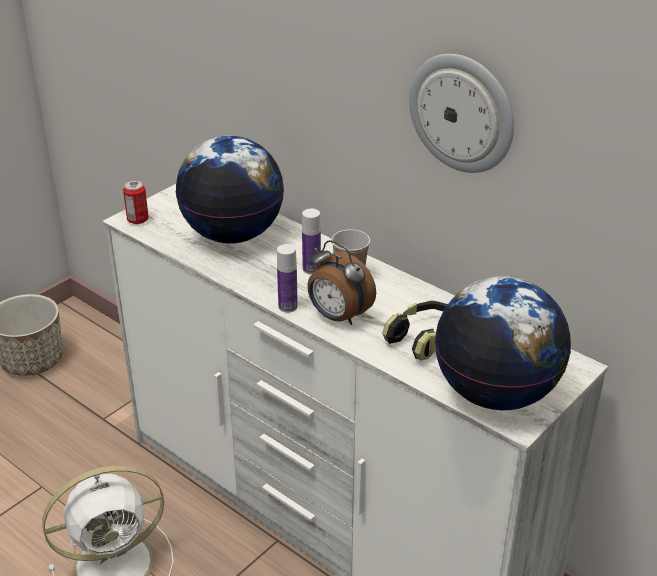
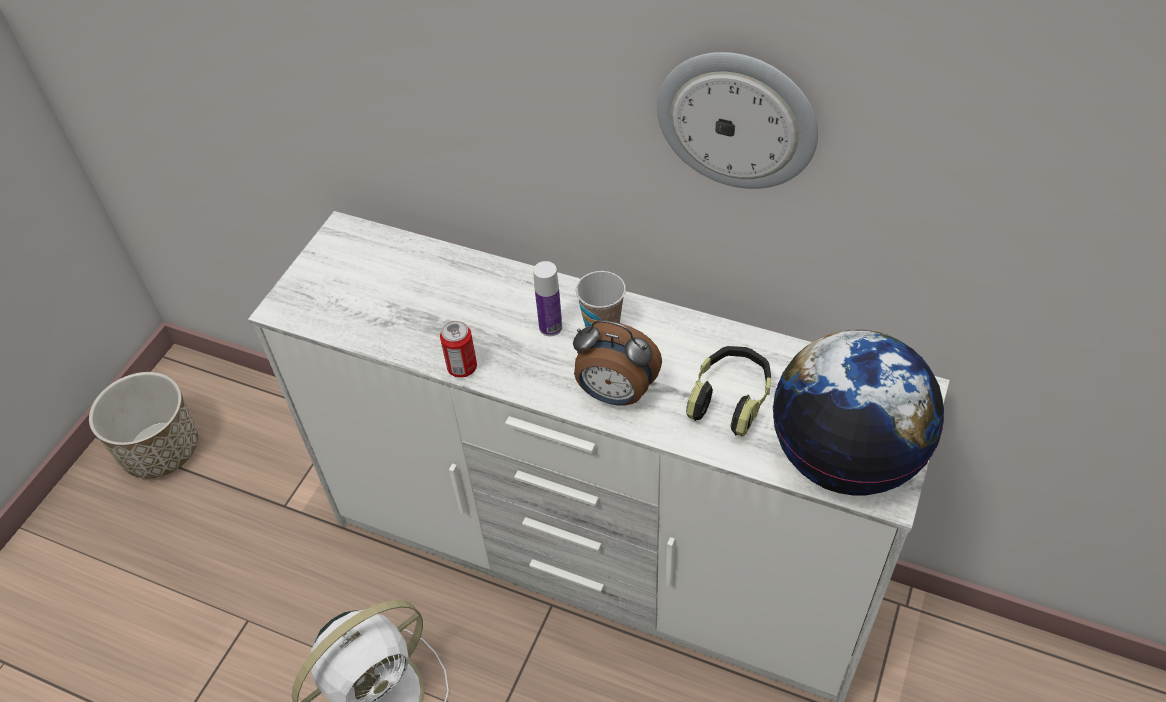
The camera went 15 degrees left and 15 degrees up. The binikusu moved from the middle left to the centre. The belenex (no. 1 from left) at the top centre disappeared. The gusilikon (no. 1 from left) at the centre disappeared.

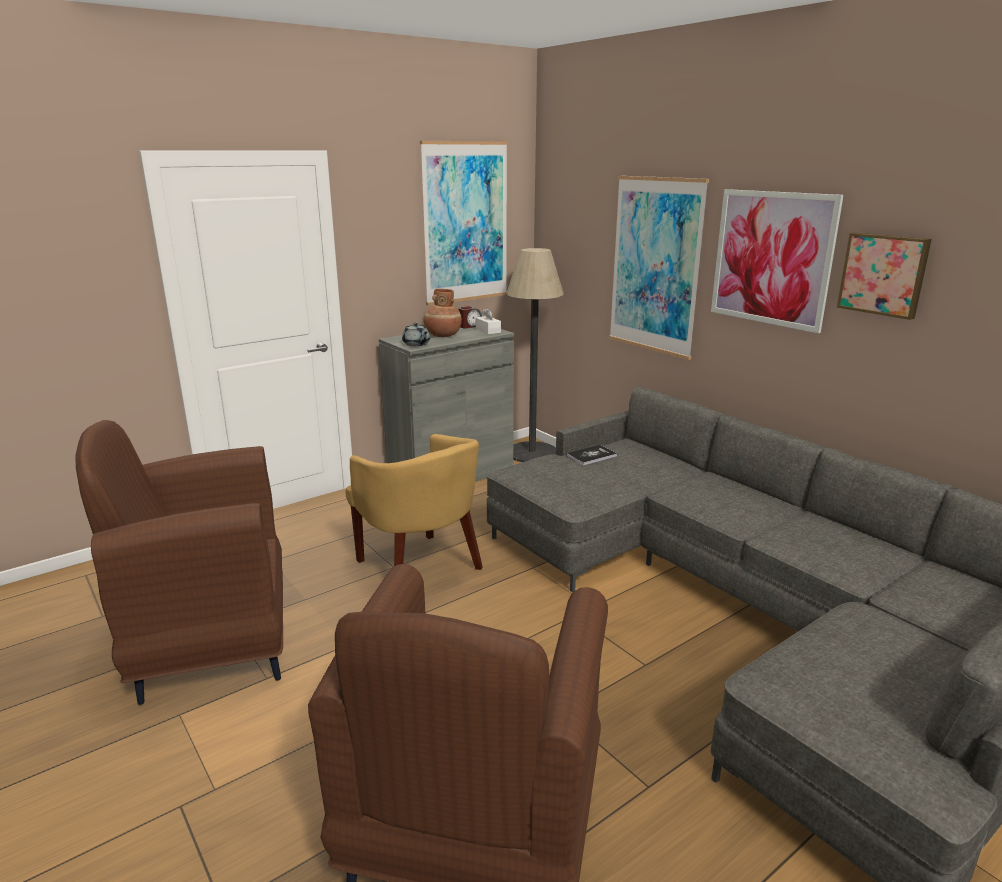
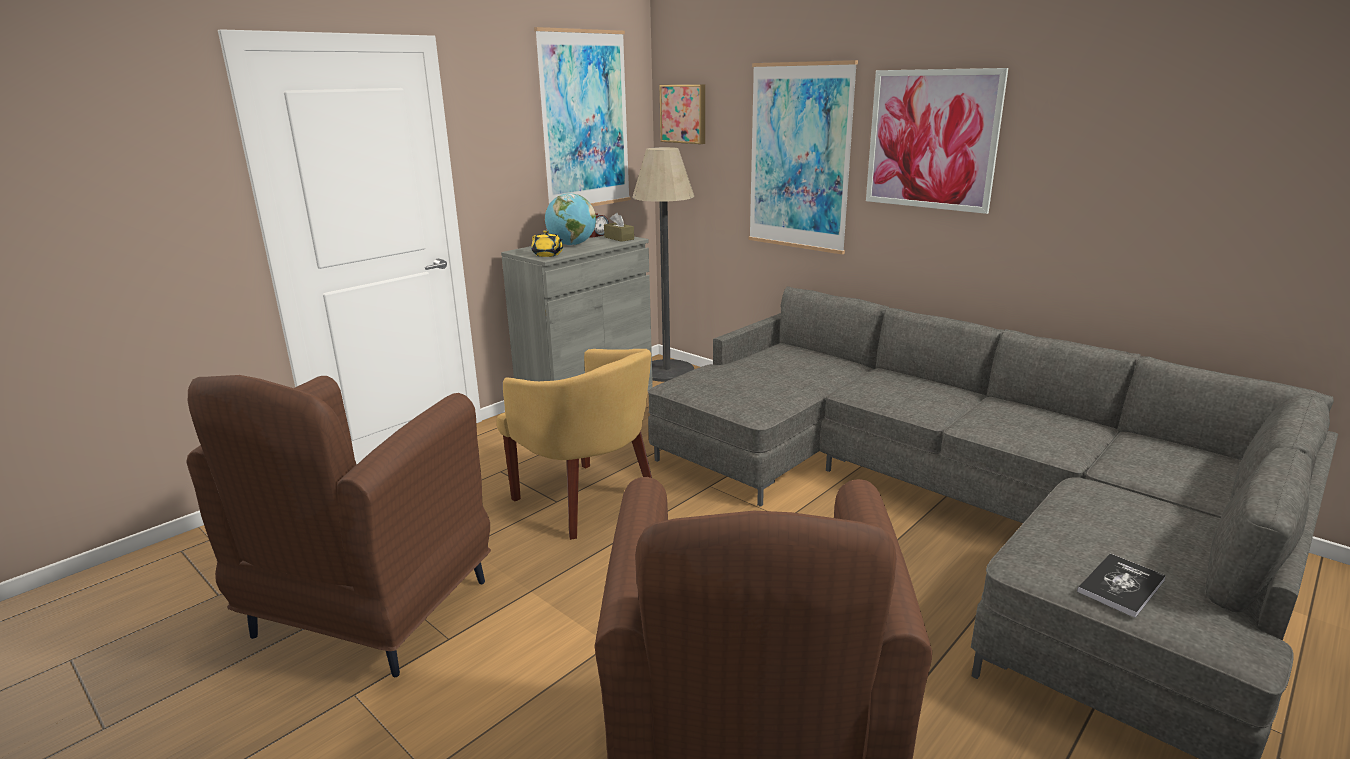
The camera went 10 degrees left and 0 degrees up. The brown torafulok (no. 1 from left) at the middle left turned 45 degrees counterclockwise. The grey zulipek at the centre became the yellow zulipek at the top centre. The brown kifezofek at the centre was replaced by the belenex at the top centre. The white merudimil at the centre became the brown merudimil at the top centre. The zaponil (no. 4 from left in the first image) moved from the top right to the top centre. The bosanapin moved from the centre to the bottom right.

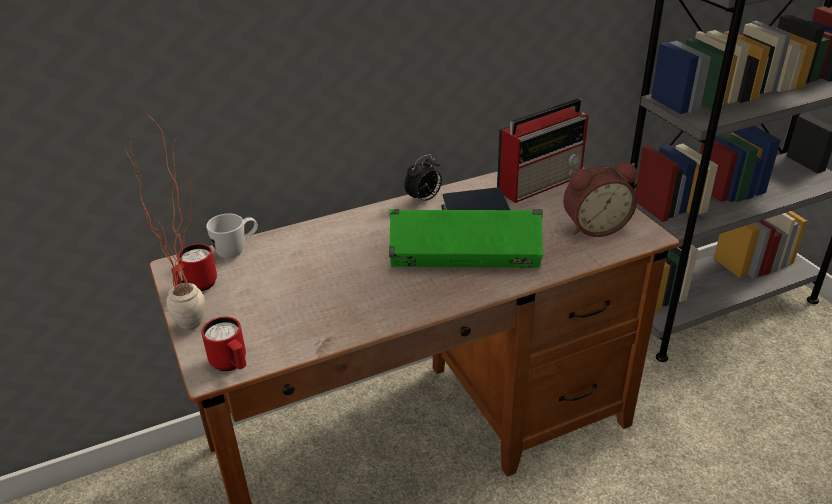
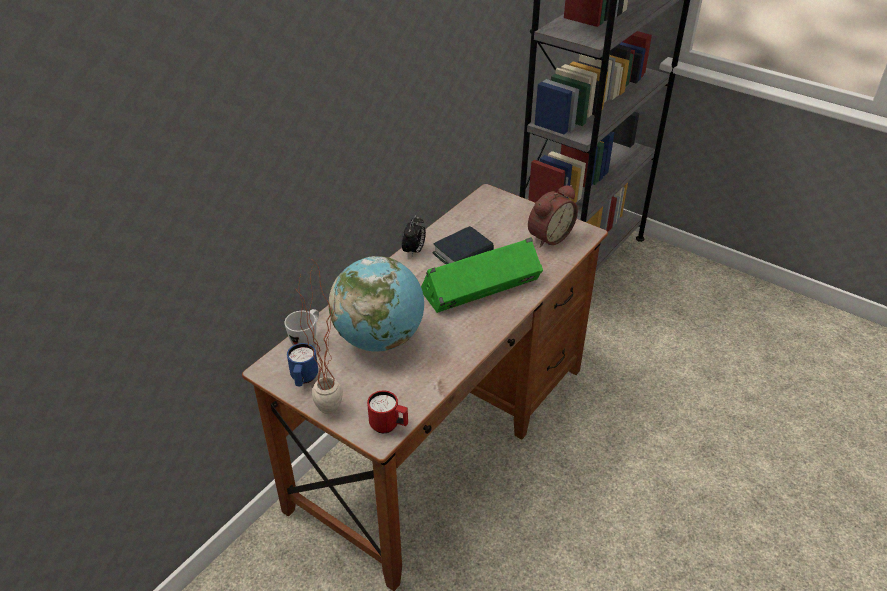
The camera went 30 degrees left and 5 degrees up. The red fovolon (no. 1 from left) at the middle left became the blue fovolon at the centre. The belenex at the centre appeared. The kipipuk at the top centre disappeared.

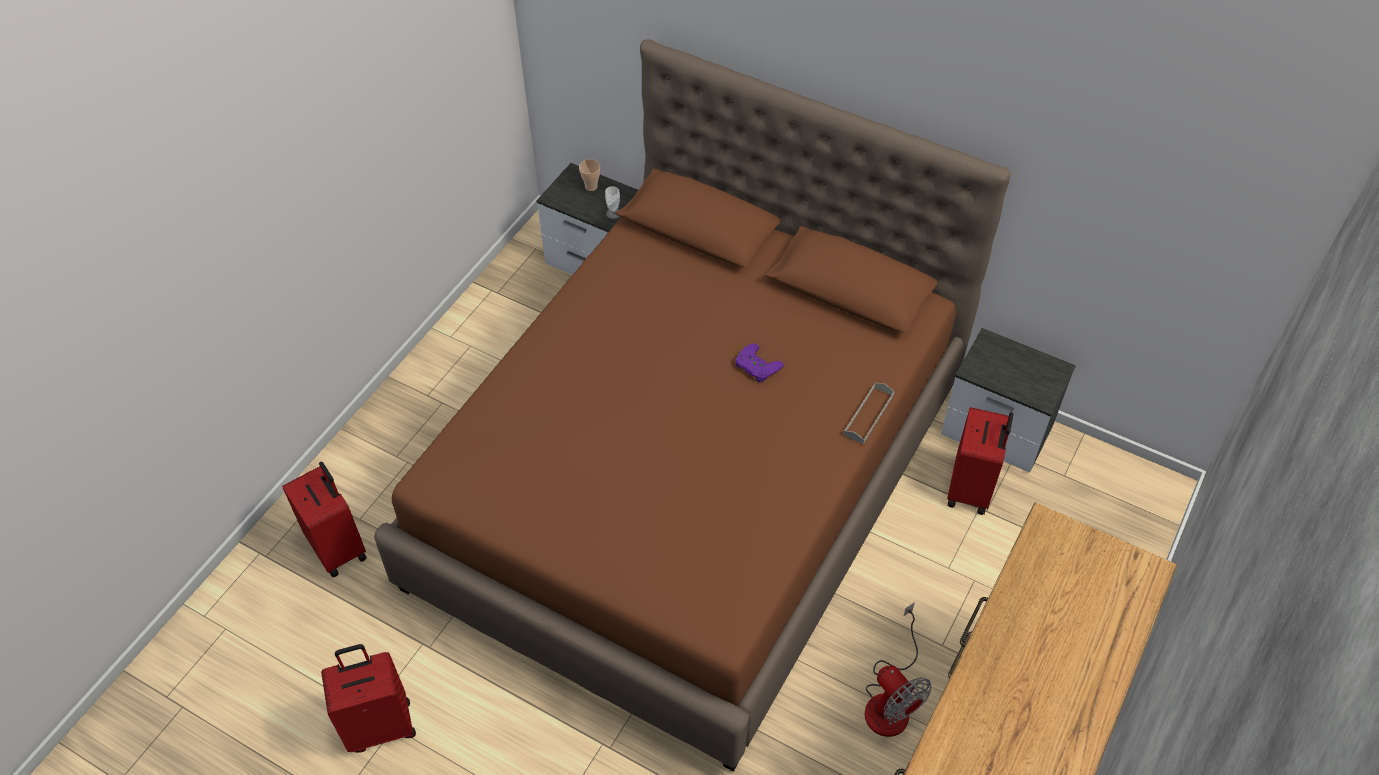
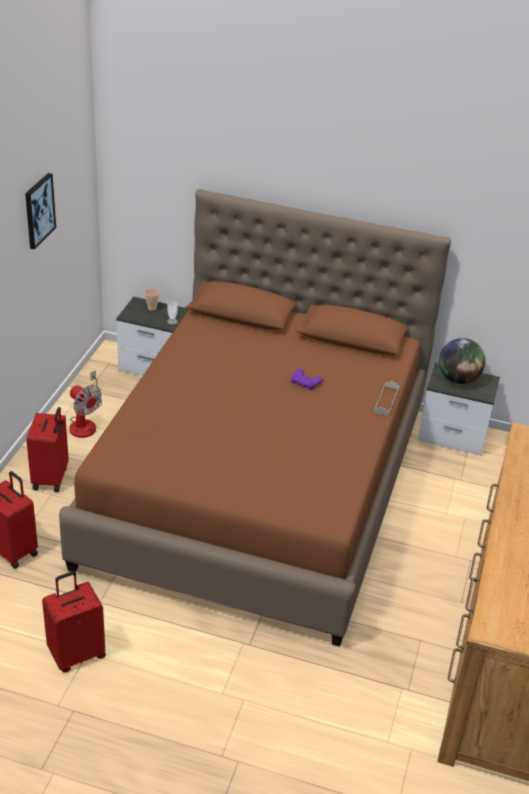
The camera went 15 degrees left and 15 degrees down. The zaponil at the top left appeared. The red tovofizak (no. 3 from left in the first image) moved from the middle right to the middle left. The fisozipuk moved from the bottom centre to the middle left. The belenex at the middle right appeared.

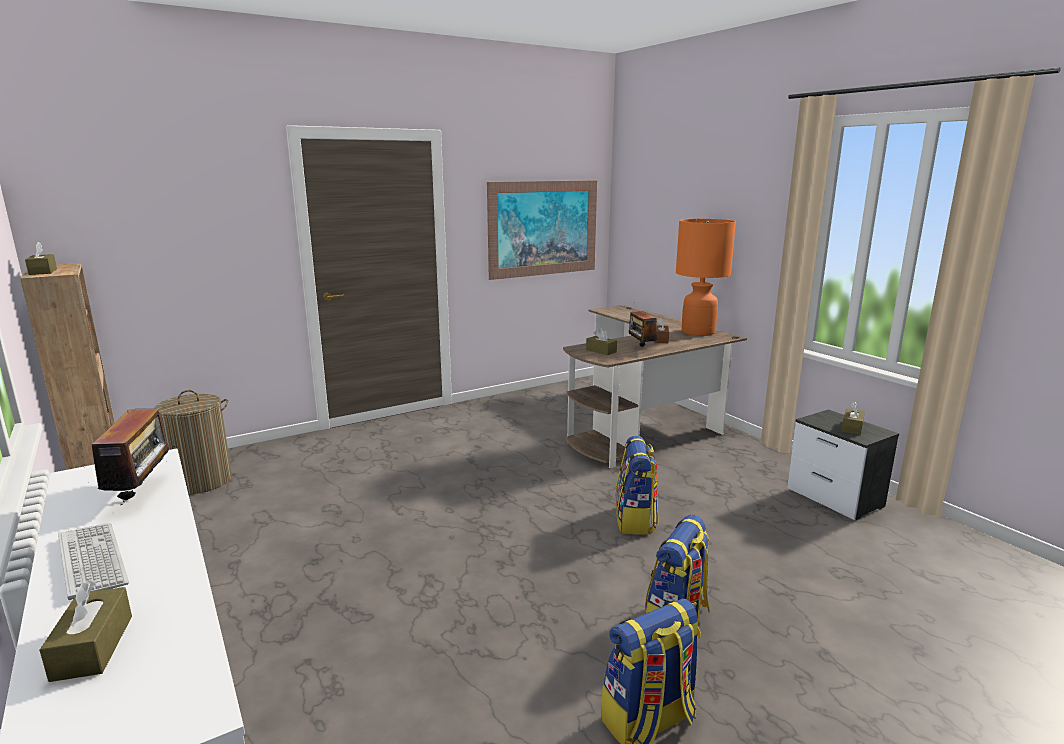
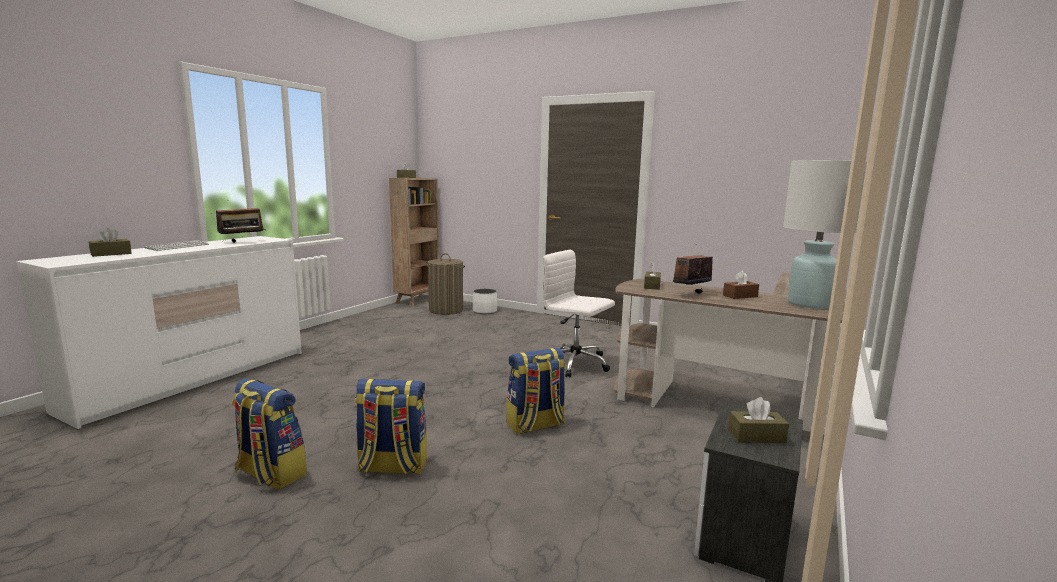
The camera went 60 degrees right and 5 degrees down. The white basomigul at the centre appeared. The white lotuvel at the centre appeared. The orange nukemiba at the centre became the white nukemiba at the middle right. The zaponil at the top centre disappeared.

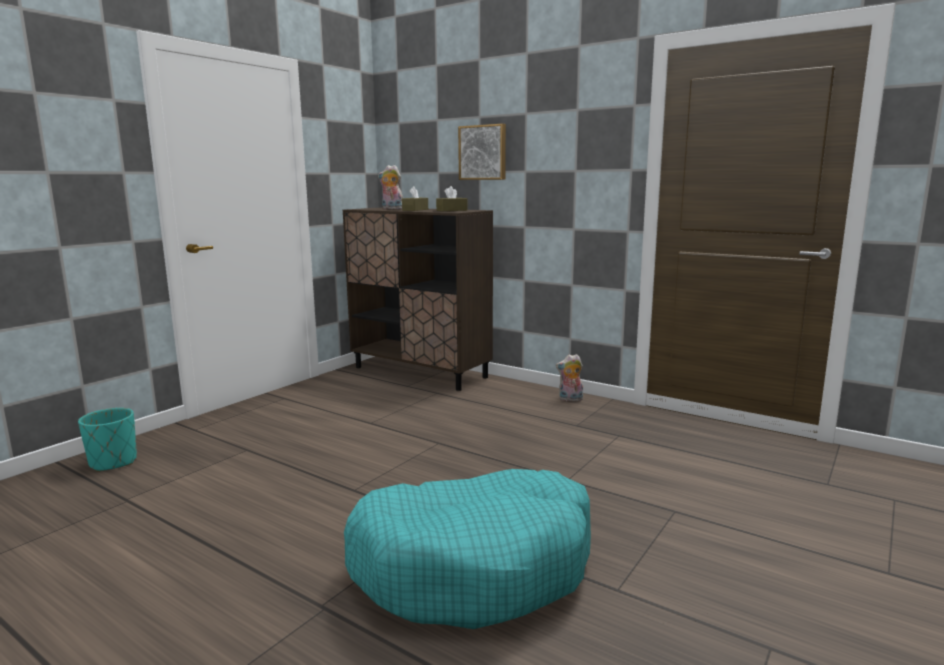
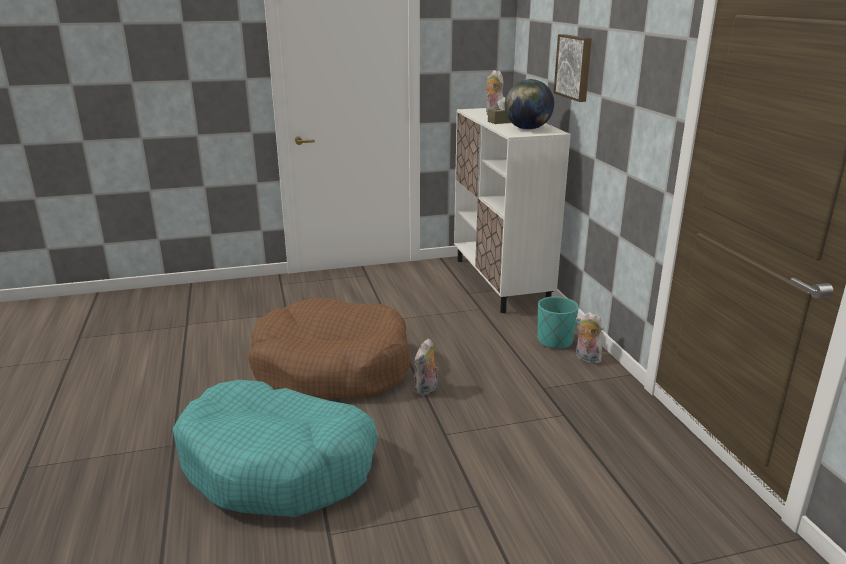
The camera went 40 degrees right and 10 degrees up. The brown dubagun at the centre appeared. The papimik (no. 1 from left) at the centre appeared. The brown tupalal at the centre became the white tupalal at the centre. The brown merudimil (no. 2 from left) at the top centre was replaced by the belenex at the top centre. The turquoise basomigul moved from the middle left to the centre.

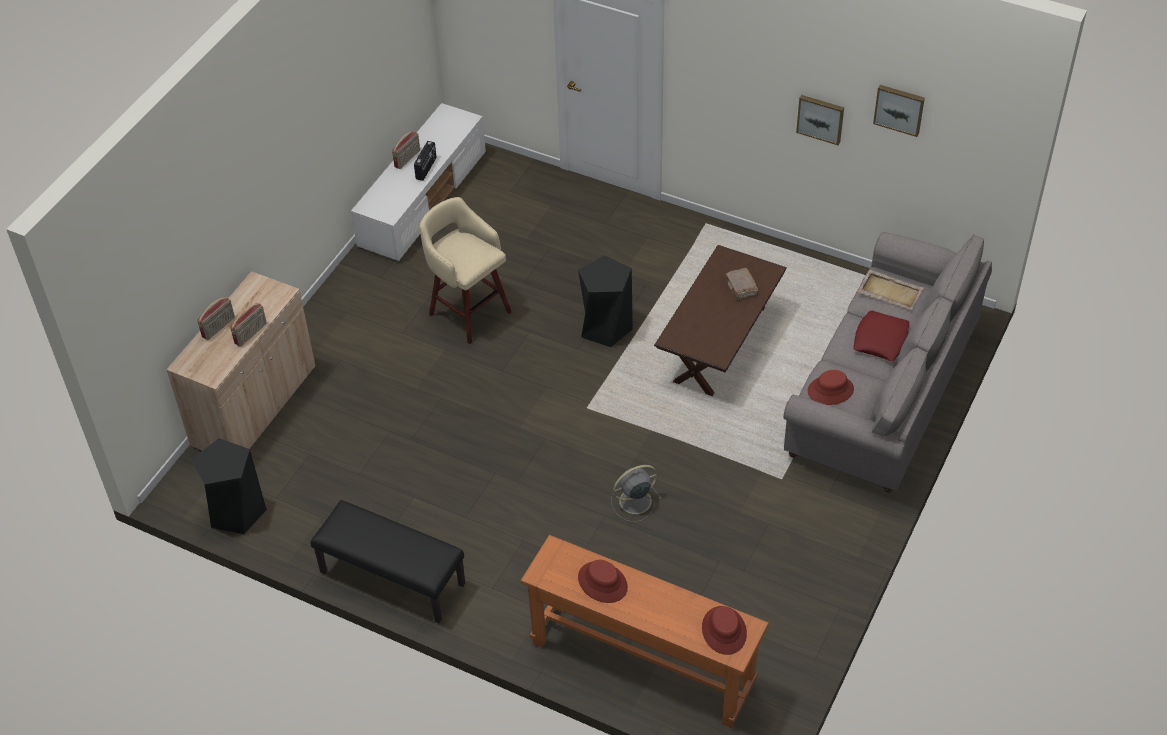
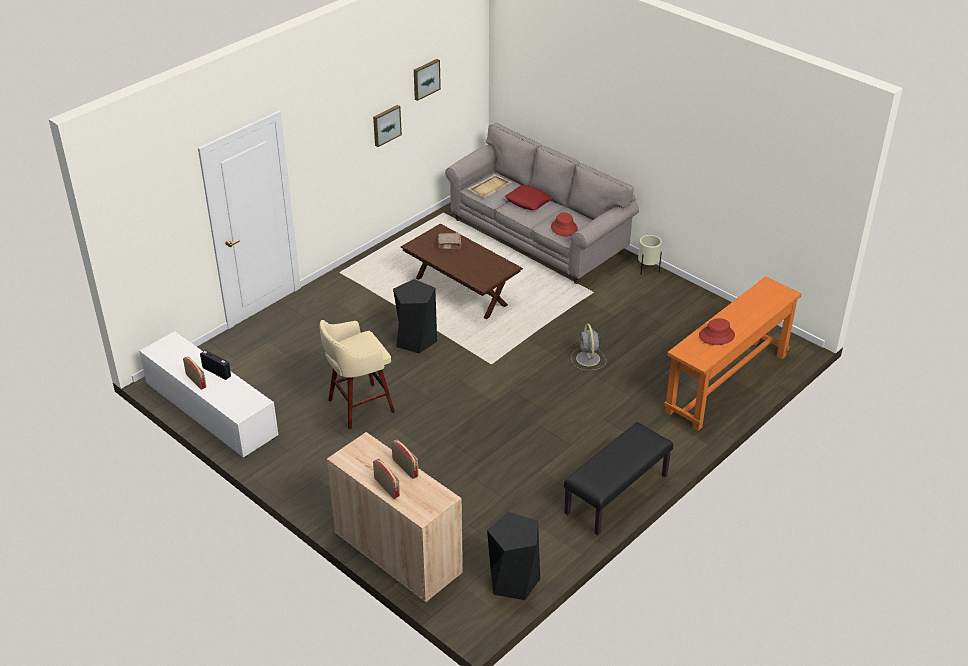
The camera went 75 degrees left and 10 degrees down. The beige basomigul at the middle right appeared. The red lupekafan (no. 2 from left) at the bottom centre disappeared.

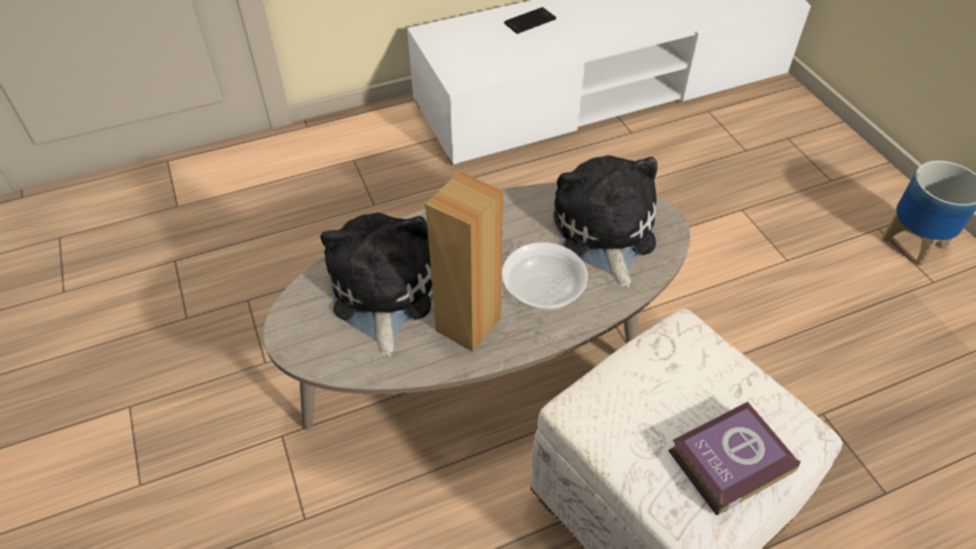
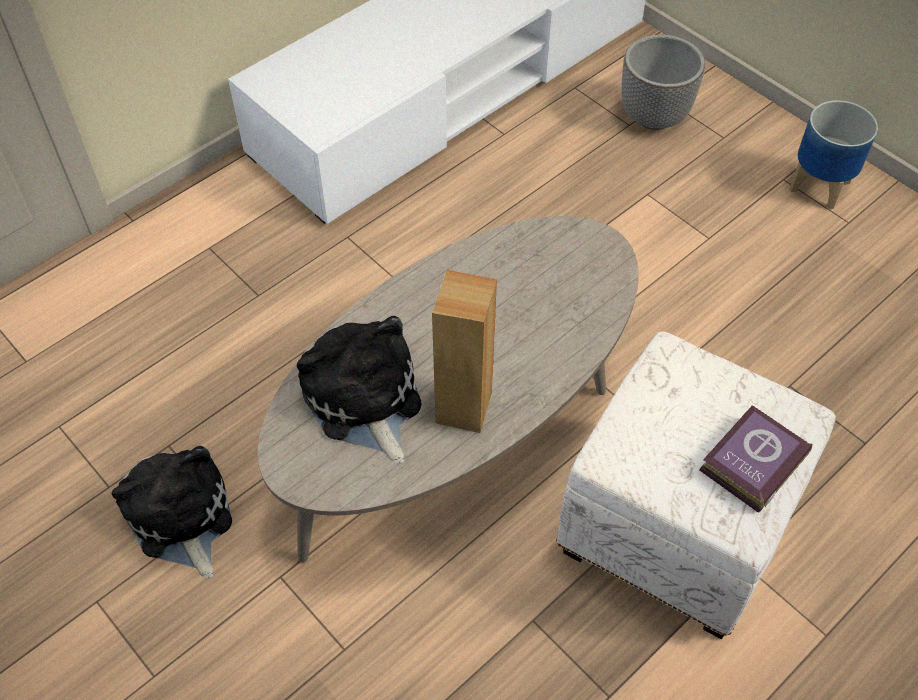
The camera went 20 degrees left and 5 degrees up. The papimik (no. 2 from left in the first image) moved from the centre to the bottom left. The basomigul (no. 1 from left) at the top right appeared. The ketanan at the centre disappeared. The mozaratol at the top centre disappeared.

